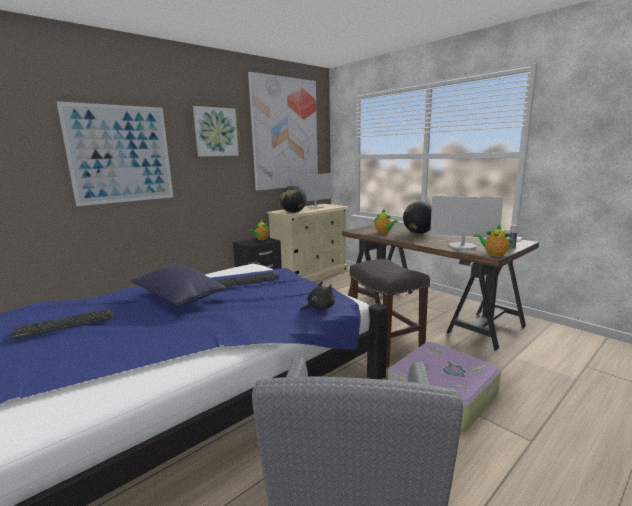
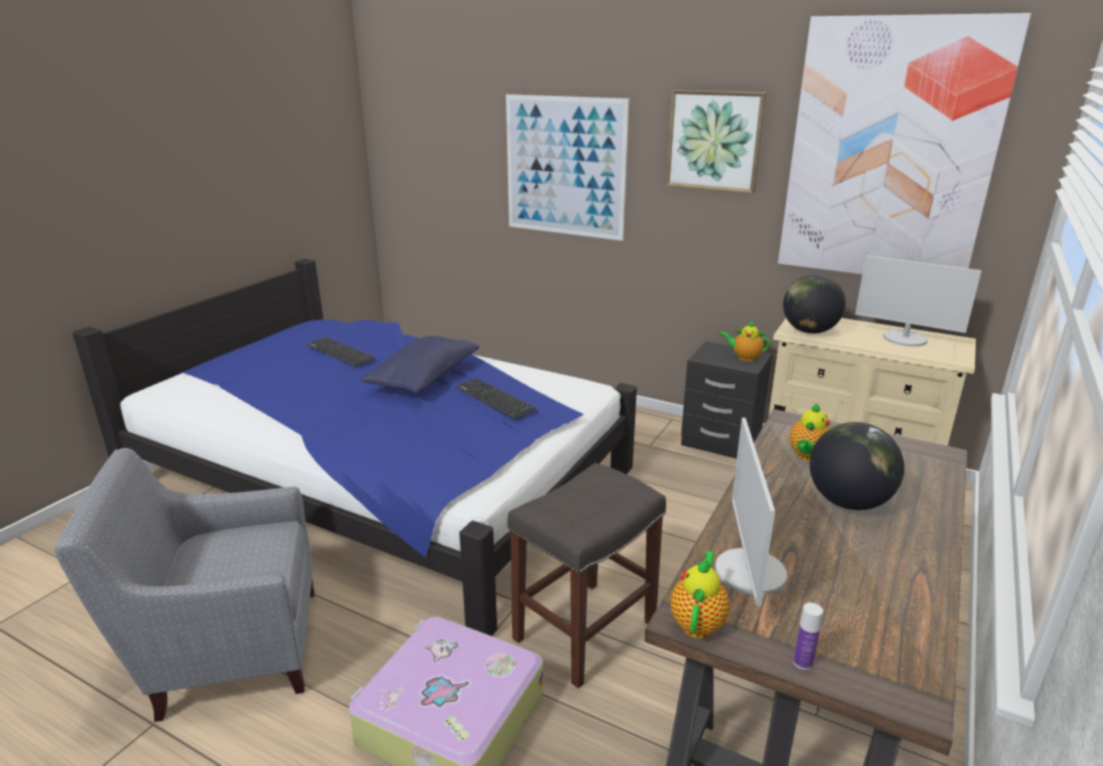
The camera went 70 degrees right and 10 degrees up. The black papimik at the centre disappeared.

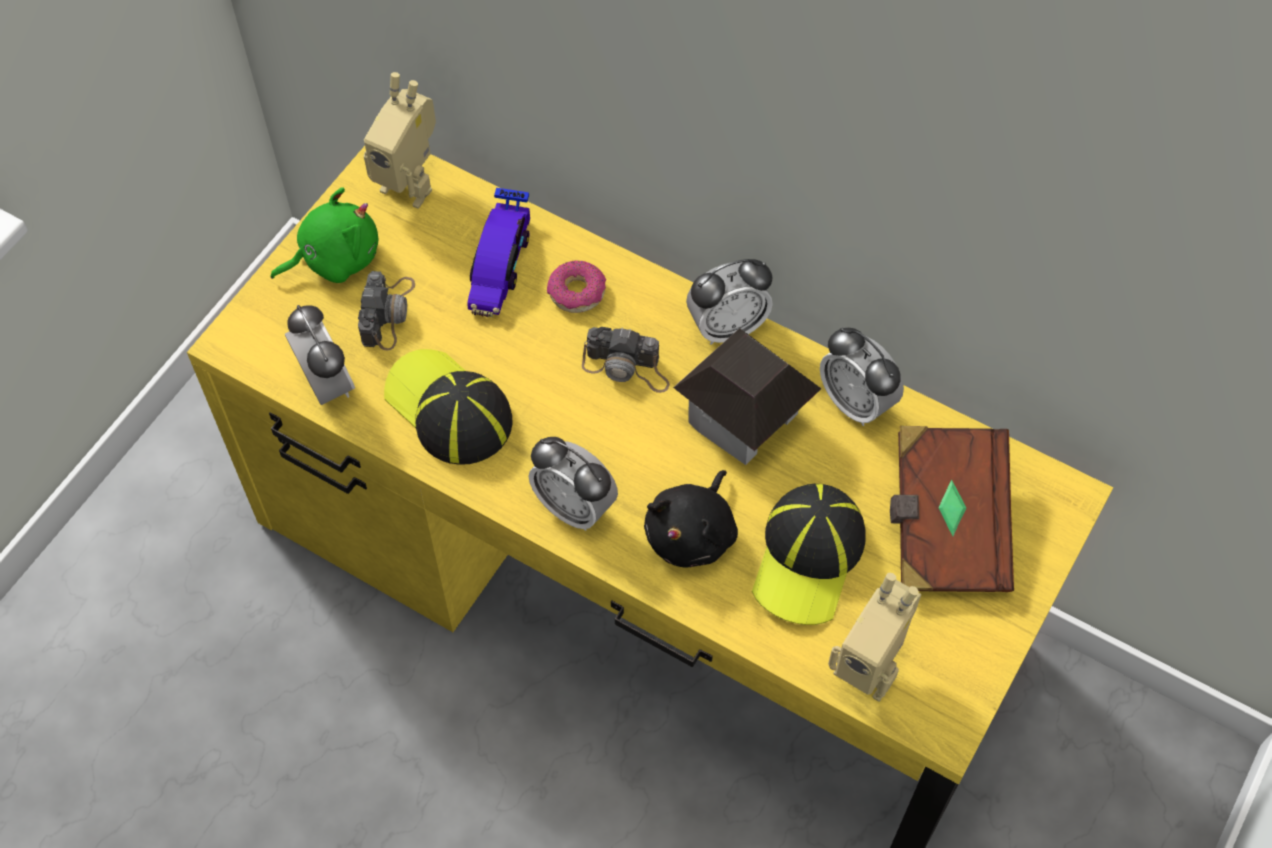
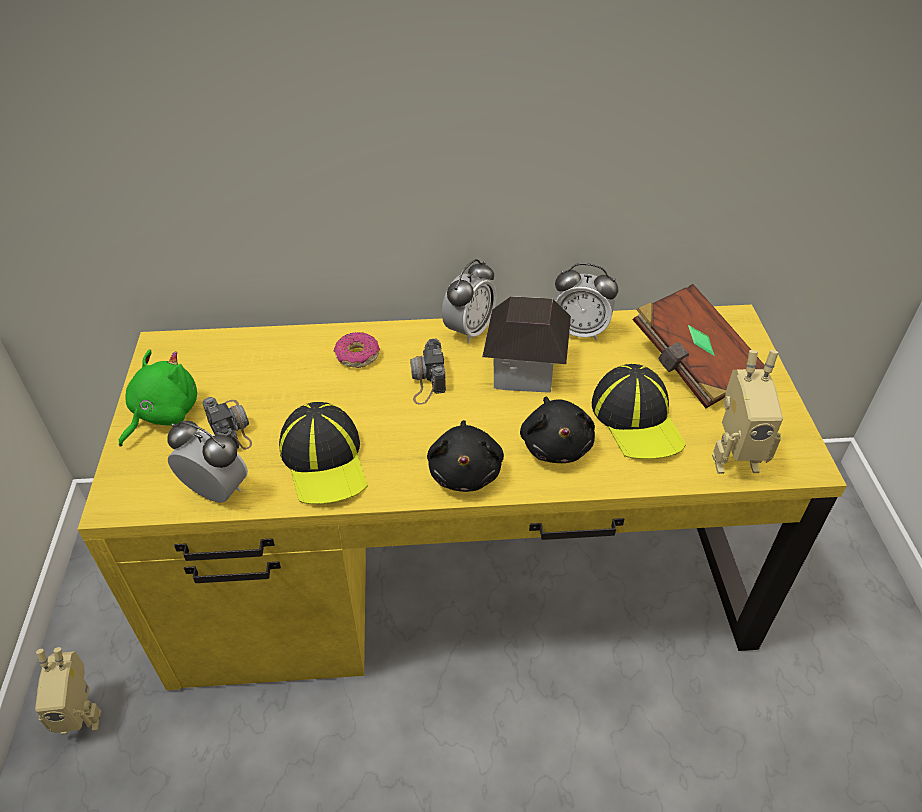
The camera went 35 degrees left and 15 degrees down. The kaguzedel (no. 1 from left) moved from the top left to the bottom left. The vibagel (no. 1 from left) at the centre turned 120 degrees counterclockwise. The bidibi (no. 2 from left) at the centre turned 105 degrees clockwise. The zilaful (no. 2 from left) at the centre was replaced by the black papimik (no. 1 from left) at the centre. The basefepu at the top centre disappeared.

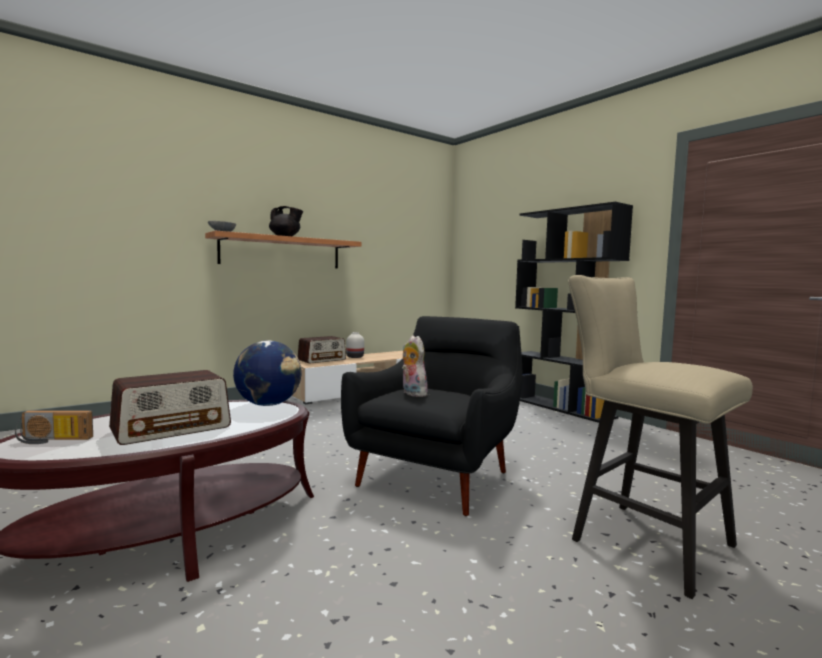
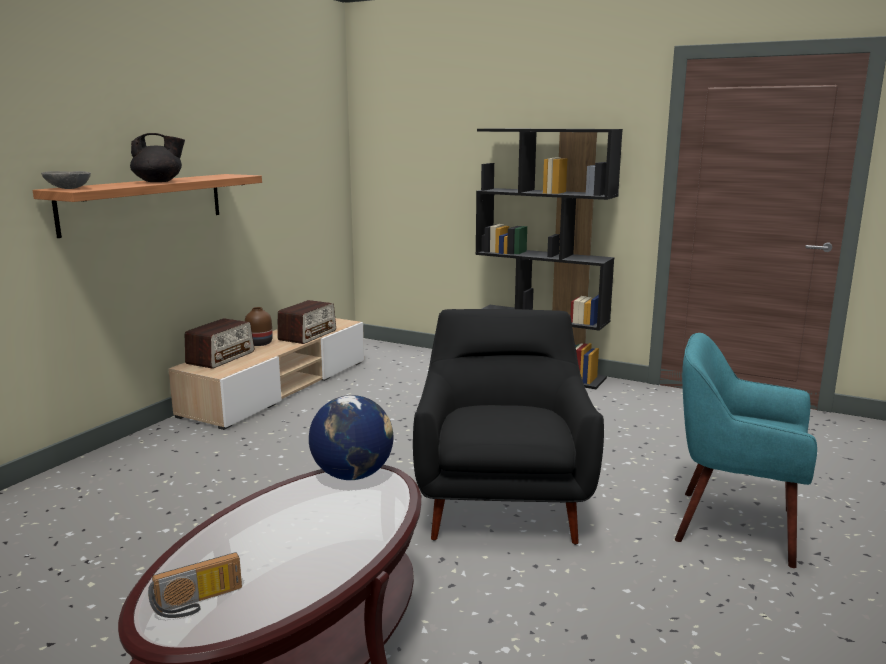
The camera went 25 degrees left and 10 degrees up. The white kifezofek at the centre became the brown kifezofek at the middle left. The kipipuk (no. 2 from left in the first image) moved from the middle left to the centre. The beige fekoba at the middle right was replaced by the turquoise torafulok at the bottom right. The papimik at the centre disappeared.

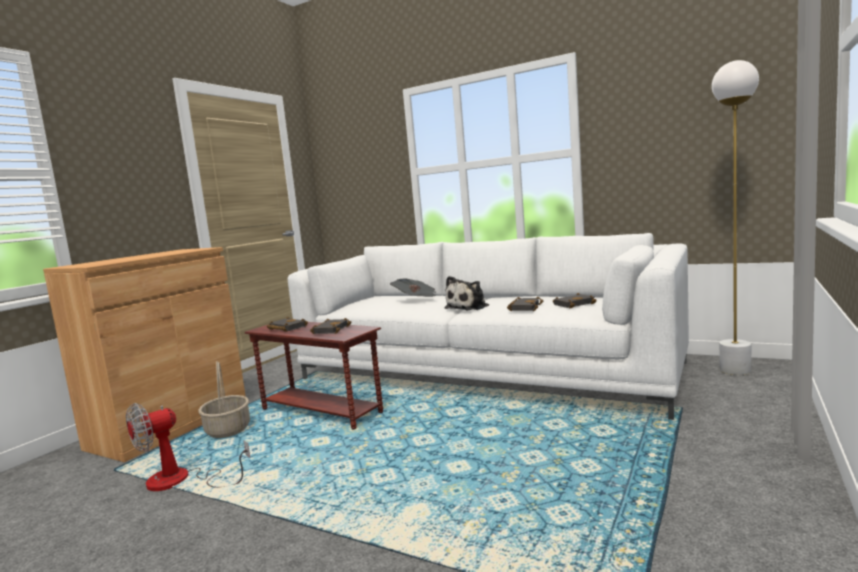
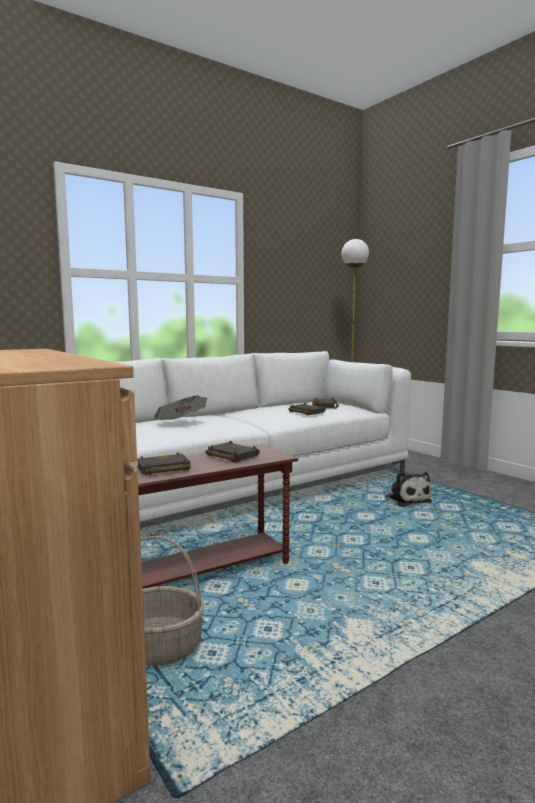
The camera went 65 degrees left and 0 degrees up. The papimik moved from the centre to the middle right. The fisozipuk at the bottom left disappeared.

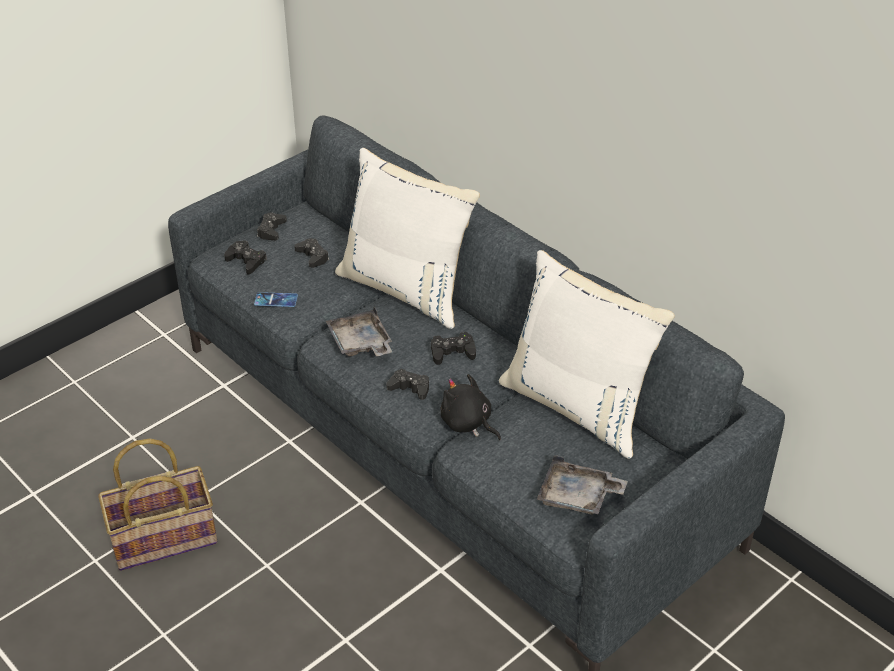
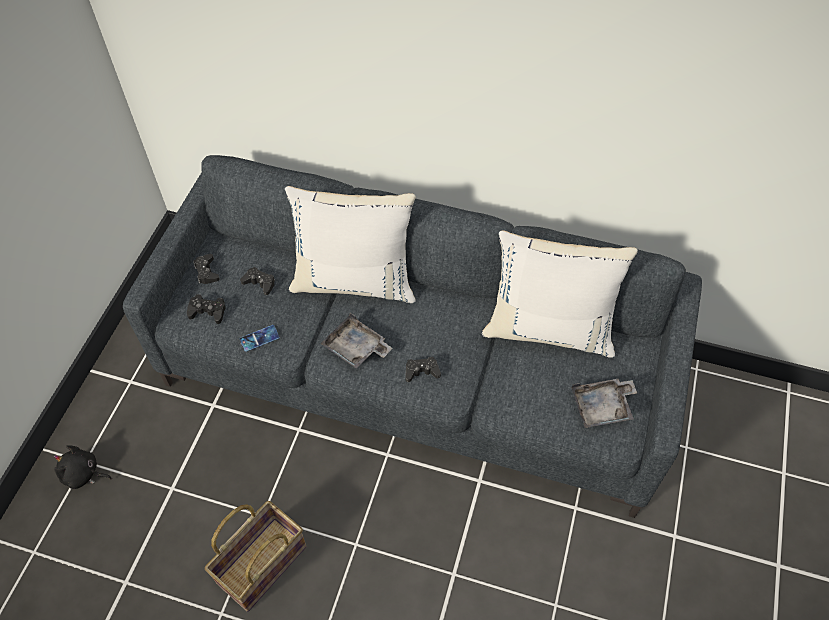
The camera went 30 degrees left and 15 degrees up. The black papimik moved from the centre to the bottom left. The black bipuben (no. 5 from left) at the centre disappeared.

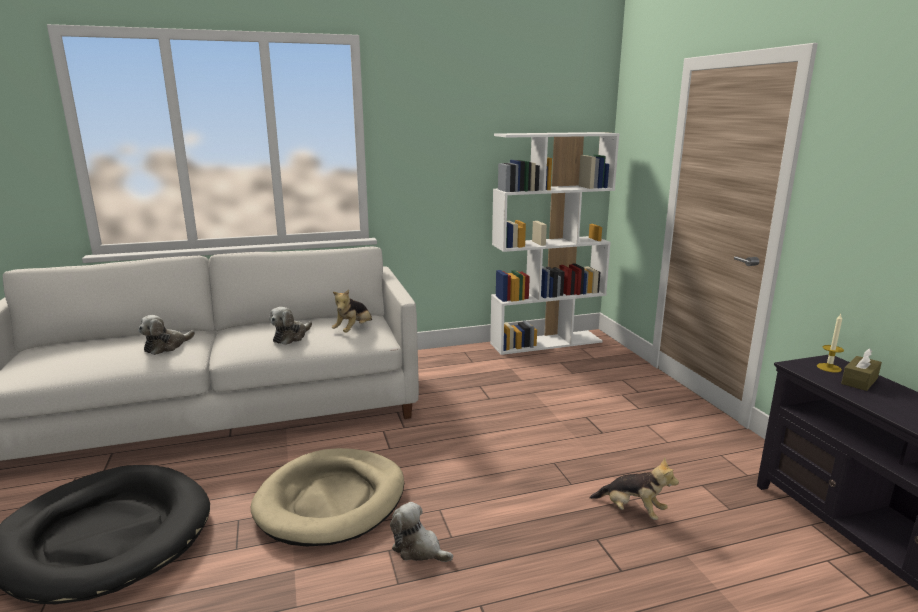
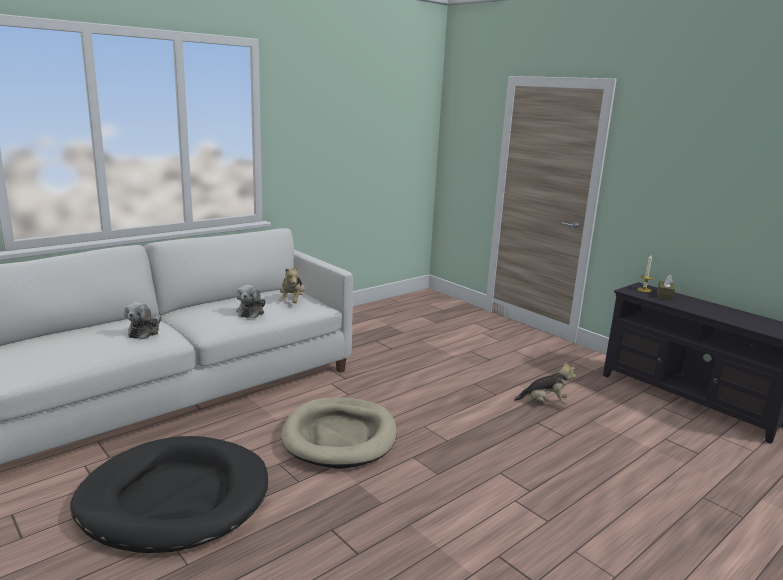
The camera went 25 degrees left and 0 degrees up. The papimik (no. 4 from left) at the bottom centre disappeared. The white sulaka at the centre disappeared.

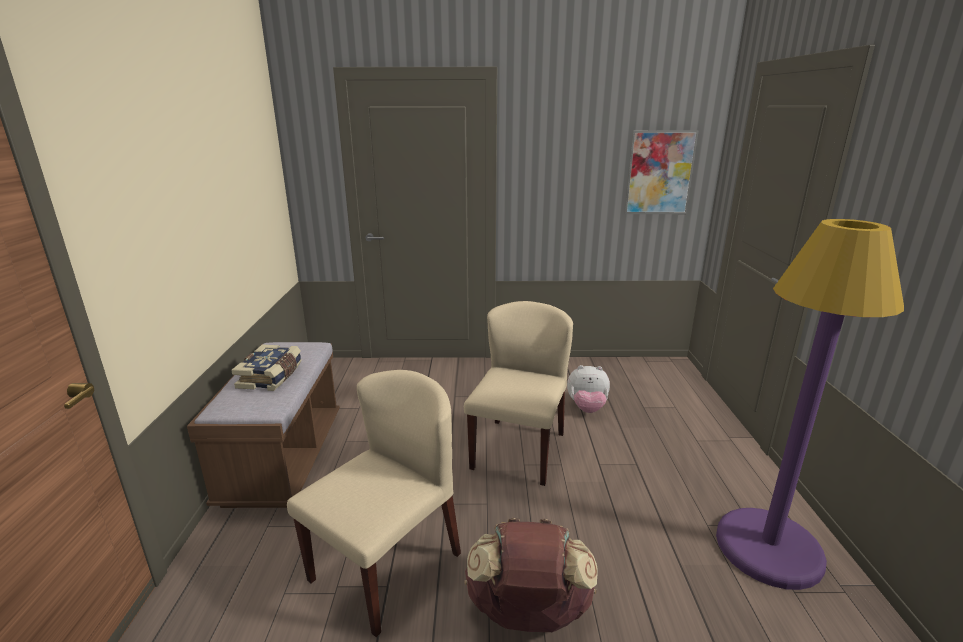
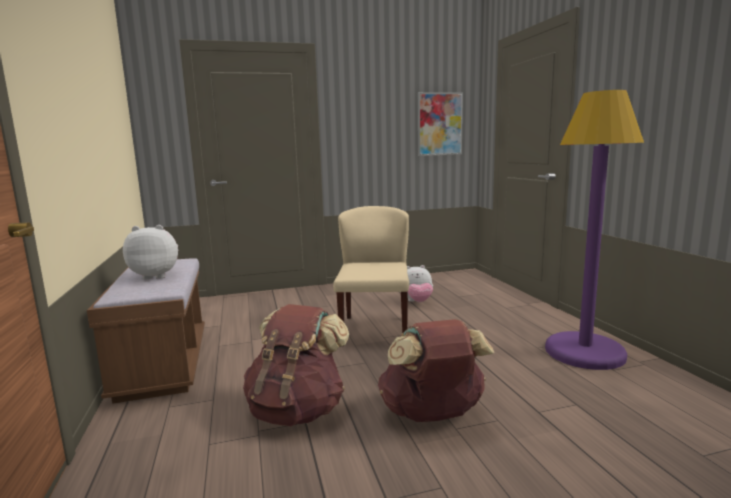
The camera went 15 degrees left and 10 degrees down. The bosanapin at the middle left was replaced by the papimik (no. 1 from left) at the middle left. The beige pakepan (no. 1 from left) at the bottom centre was replaced by the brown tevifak (no. 1 from left) at the bottom centre.

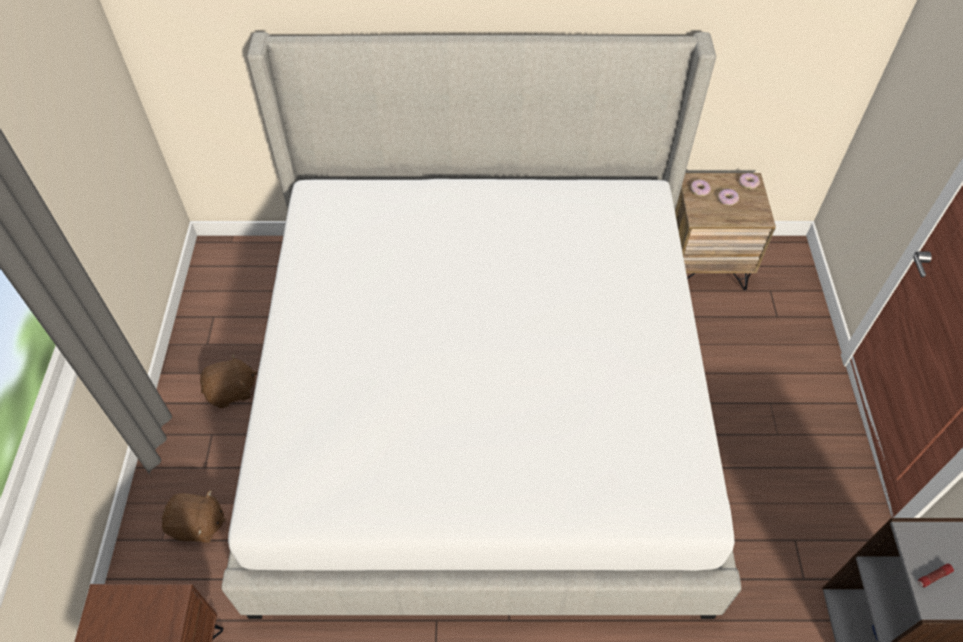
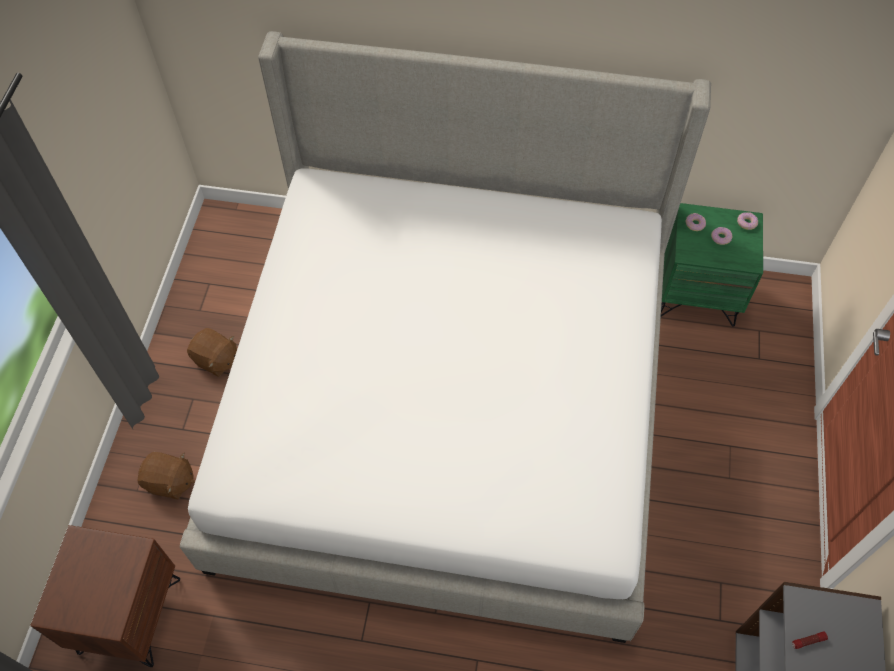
The camera went 10 degrees right and 5 degrees up. The brown papimik (no. 2 from left) at the middle left turned 45 degrees clockwise. The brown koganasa (no. 2 from left) at the middle right became the green koganasa at the middle right.

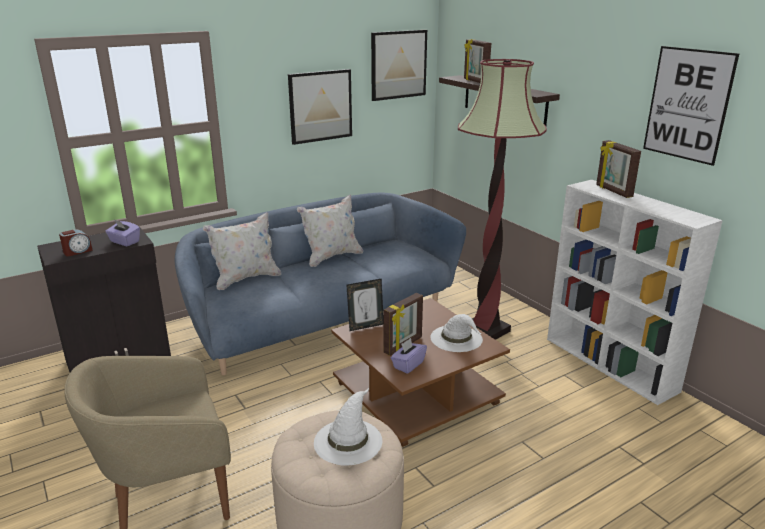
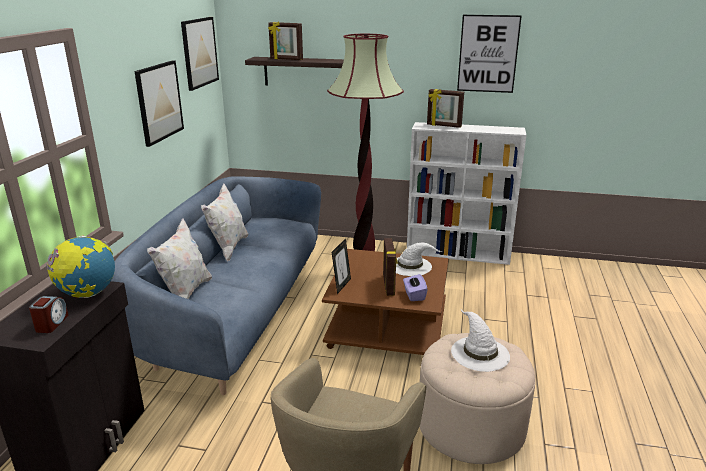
The camera went 45 degrees left and 0 degrees up. The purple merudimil (no. 1 from left) at the middle left was replaced by the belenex at the middle left.

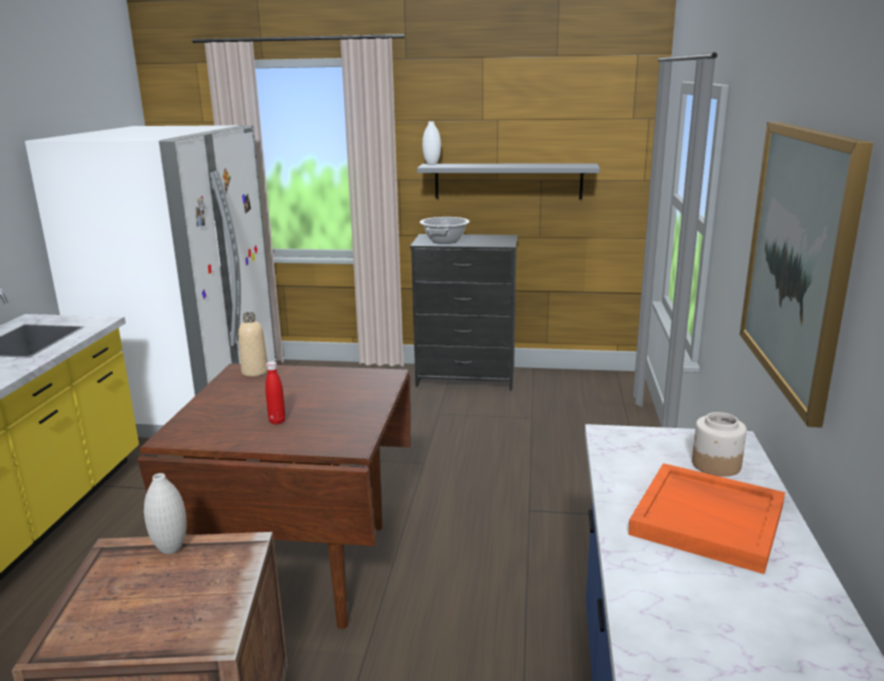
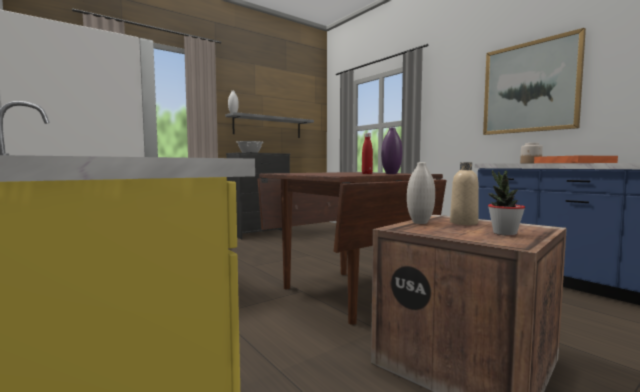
The camera went 45 degrees left and 15 degrees down. The purple kifezofek at the centre appeared. The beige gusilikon moved from the middle left to the middle right. The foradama at the middle right appeared.

